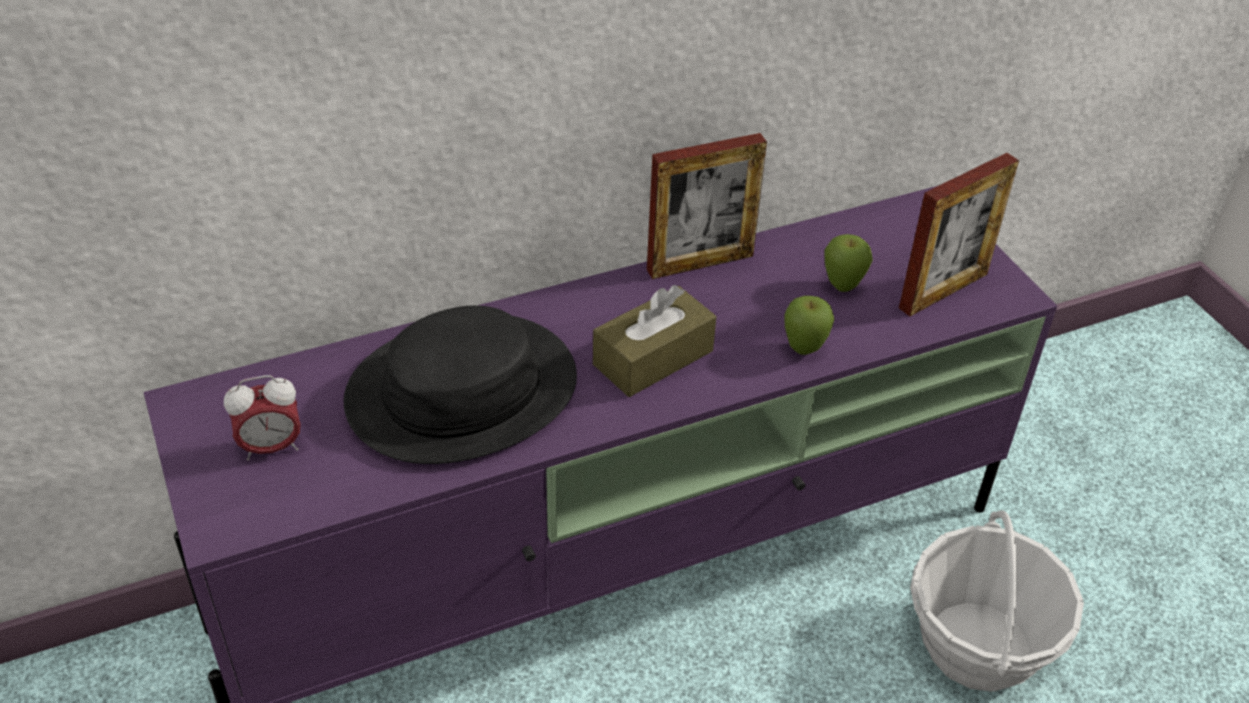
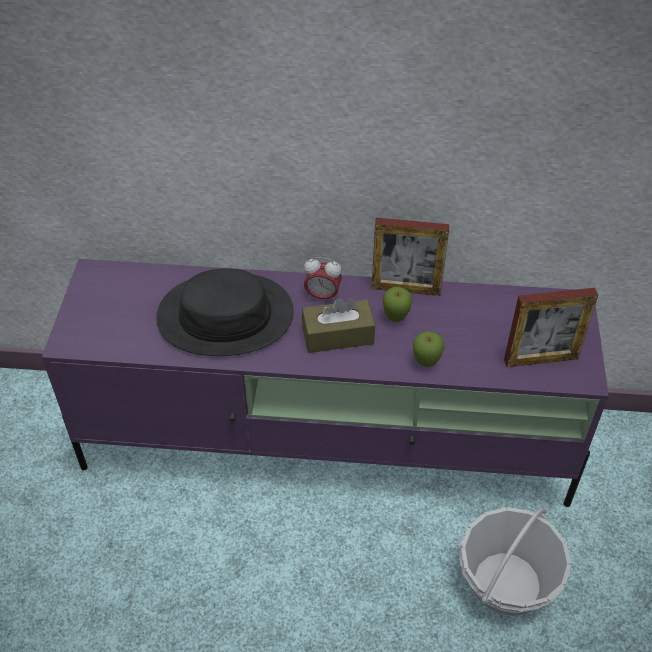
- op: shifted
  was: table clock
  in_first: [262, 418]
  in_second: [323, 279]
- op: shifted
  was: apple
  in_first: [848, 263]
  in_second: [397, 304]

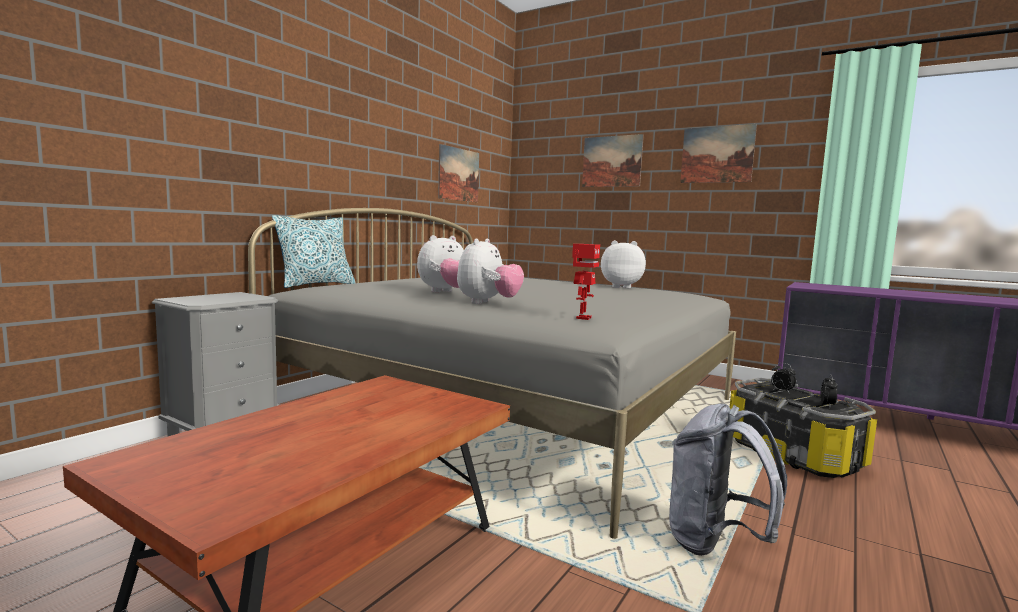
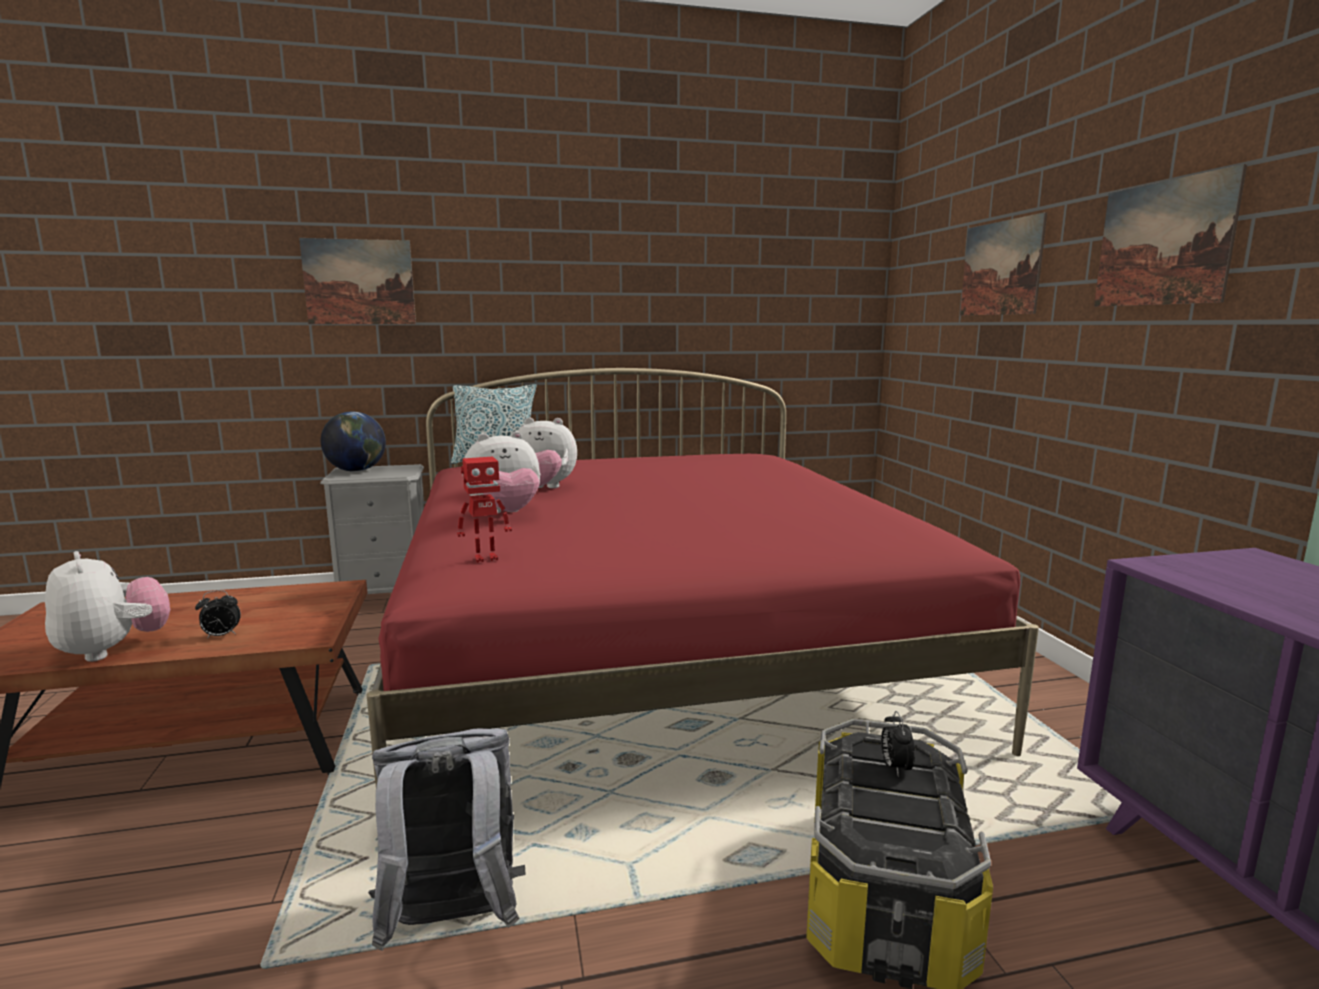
- op: repainted
  was: greyish bed
  now: red bed
  in_first: [492, 373]
  in_second: [702, 577]
- op: shifted
  was: picture
  in_first: [458, 173]
  in_second: [357, 281]
- op: shifted
  was: cuddly toy
  in_first: [623, 264]
  in_second: [107, 606]
- op: shifted
  was: table clock
  in_first: [829, 390]
  in_second: [218, 614]
- op: new
  now: globe
  in_second: [353, 442]

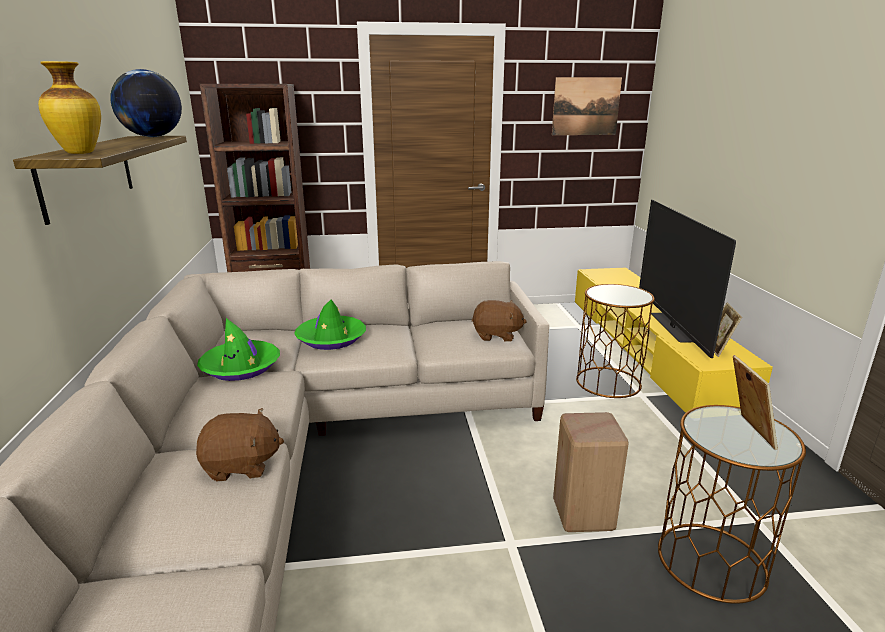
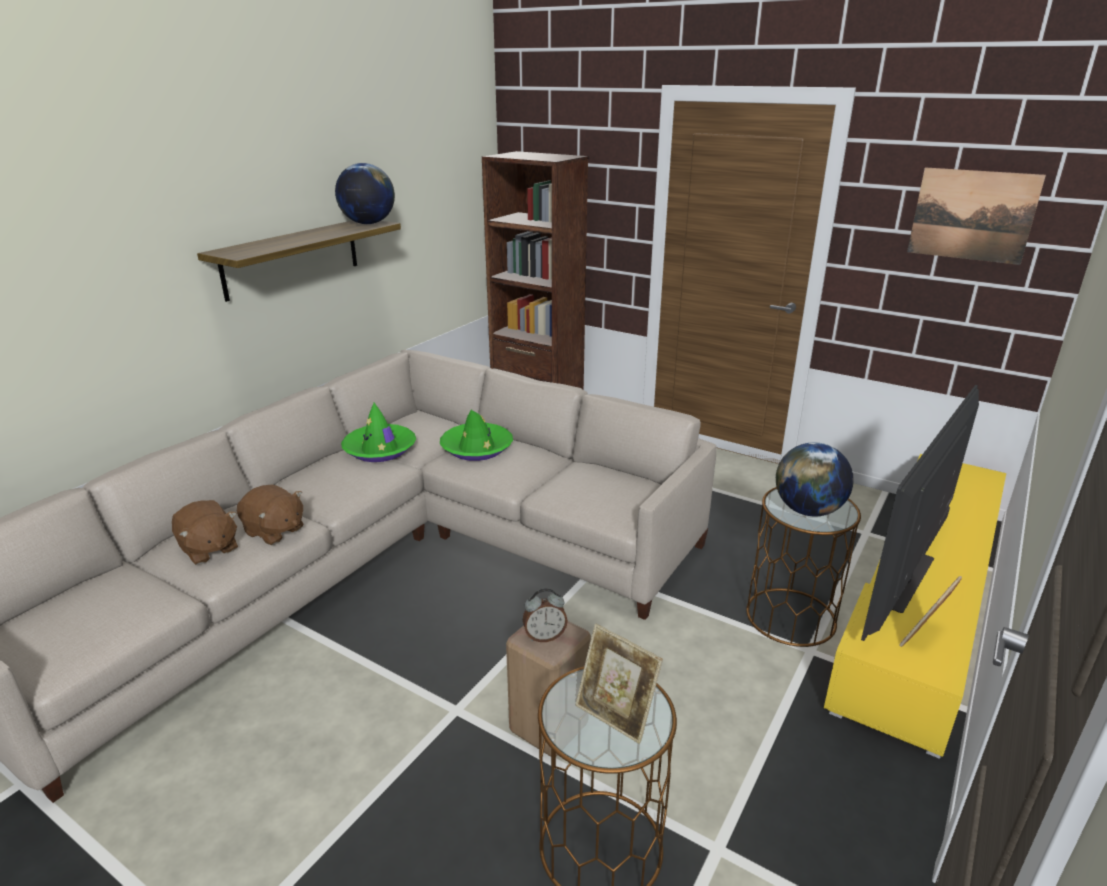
- op: gone
  was: vase
  in_first: [69, 107]
- op: shifted
  was: brown cuddly toy
  in_first: [499, 321]
  in_second: [205, 532]
- op: rotated
  was: photo frame
  in_first: [755, 402]
  in_second: [619, 684]
  clockwise: 90
- op: new
  now: table clock
  in_second: [545, 615]
- op: new
  now: globe
  in_second: [815, 479]

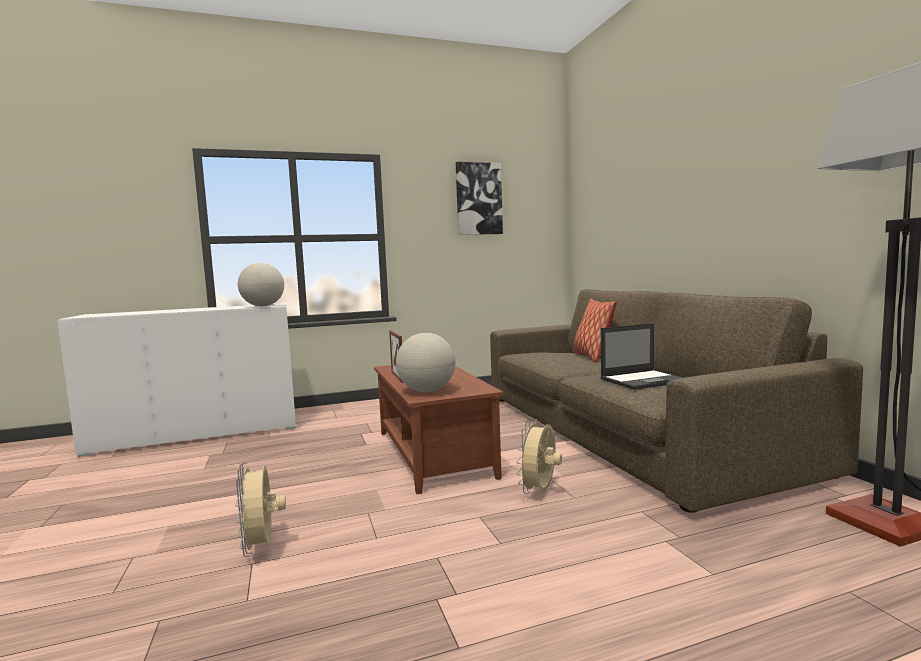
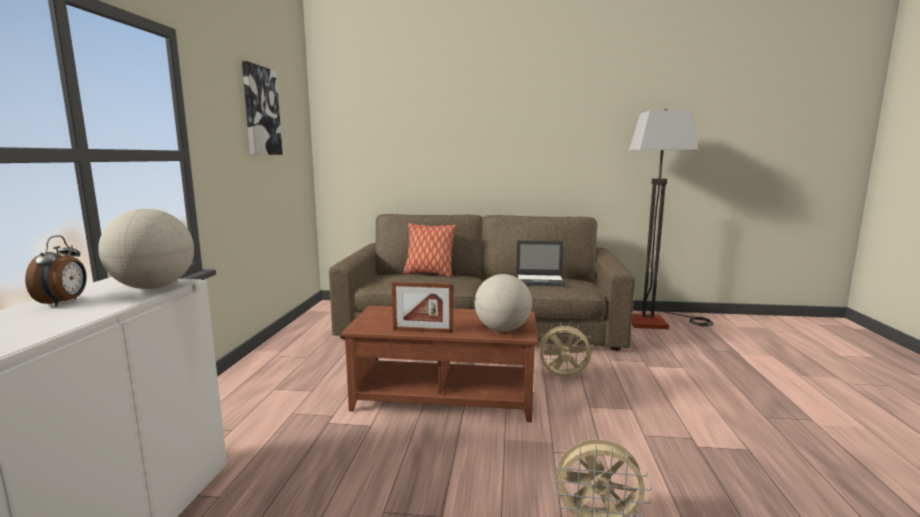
- op: rotated
  was: beige-coloured fan
  in_first: [539, 456]
  in_second: [564, 349]
  clockwise: 135
- op: rotated
  was: notebook computer
  in_first: [642, 356]
  in_second: [541, 263]
  clockwise: 90
- op: new
  now: table clock
  in_second: [56, 271]

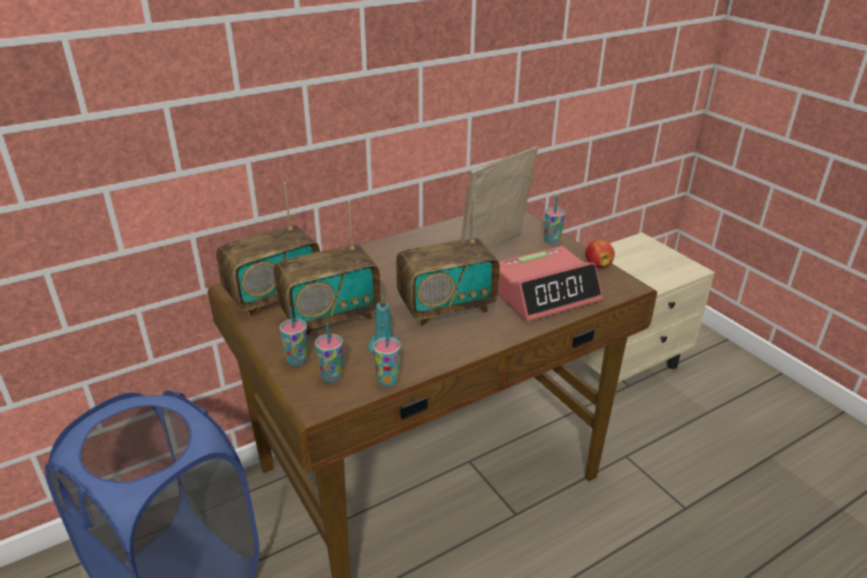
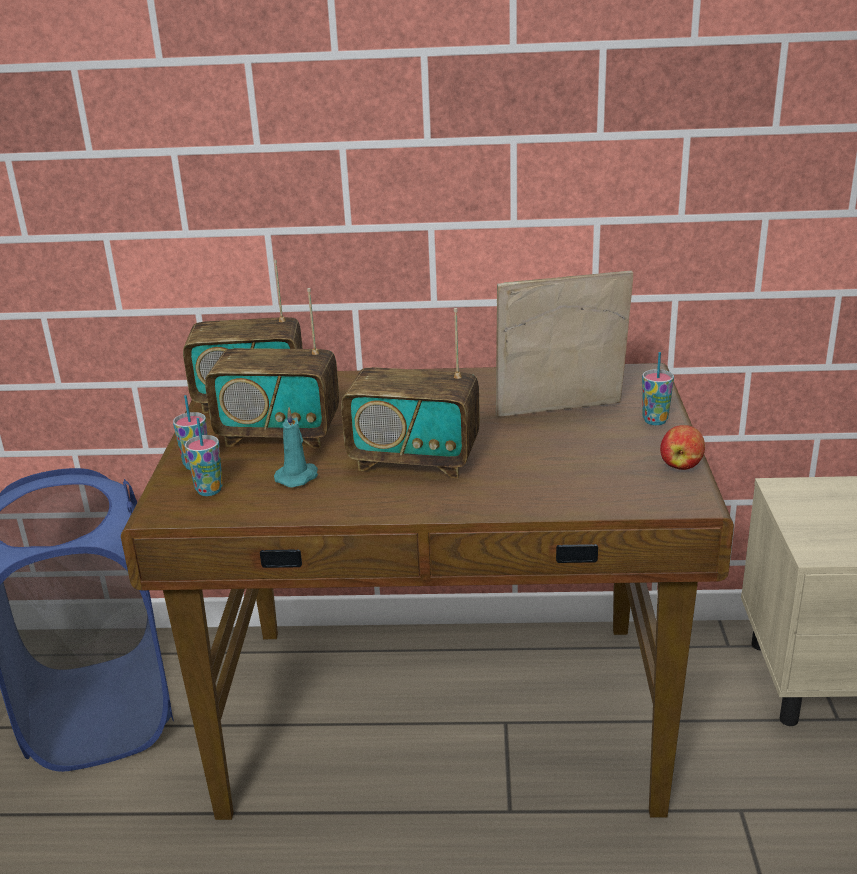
- op: gone
  was: cup
  in_first: [387, 356]
- op: gone
  was: table clock
  in_first: [550, 284]

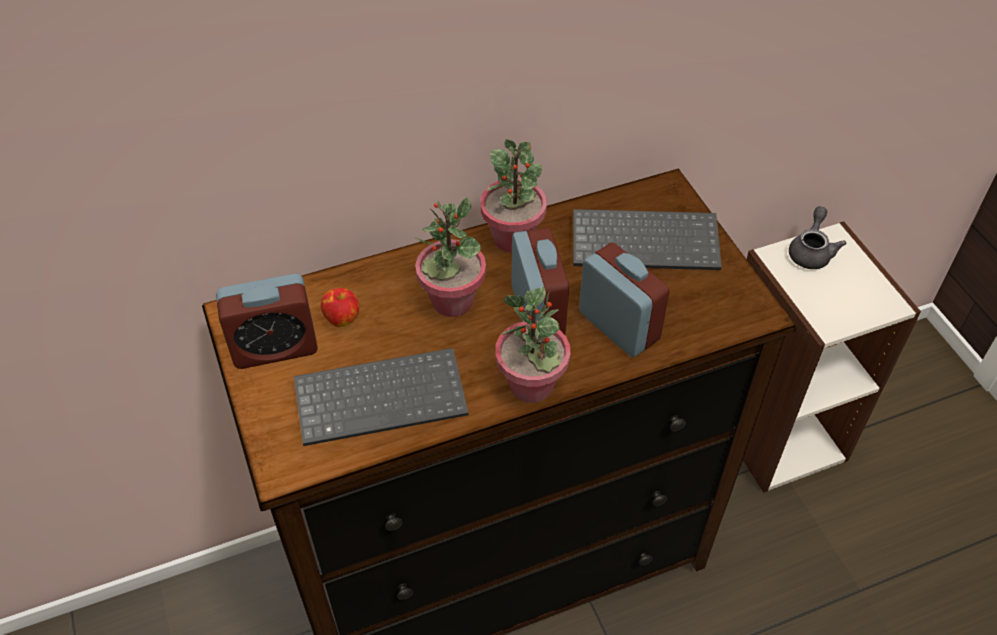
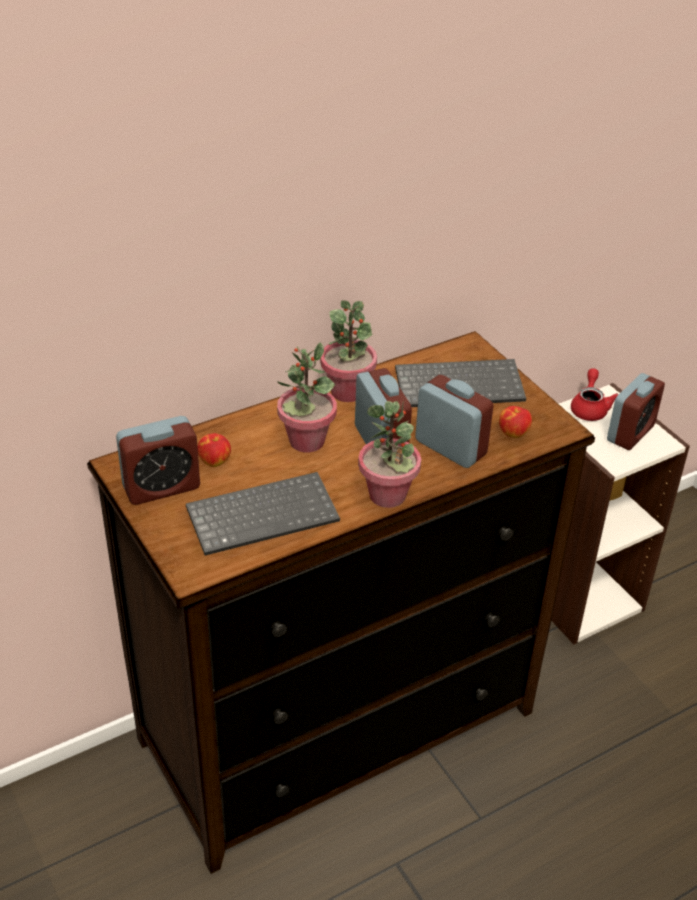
- op: repainted
  was: greyish teapot
  now: red teapot
  in_first: [818, 237]
  in_second: [594, 394]
- op: new
  now: apple
  in_second: [515, 422]
- op: new
  now: table clock
  in_second: [636, 411]

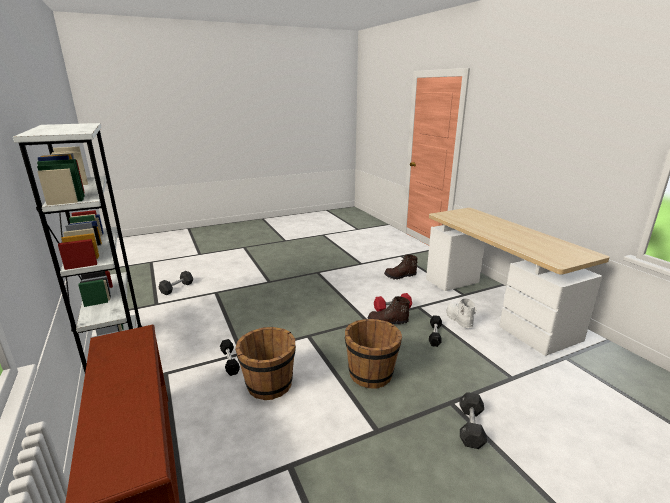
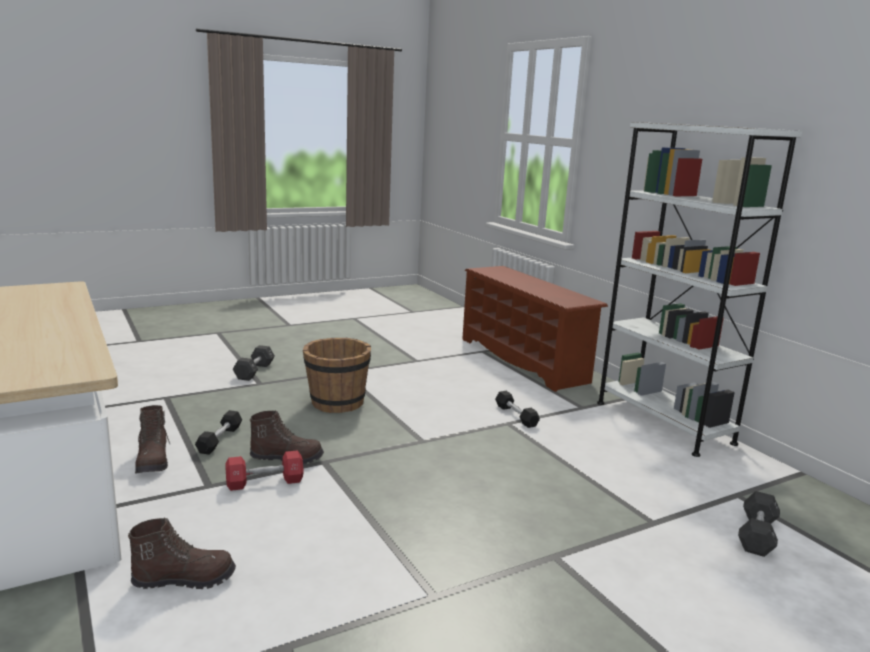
- op: gone
  was: brown water bucket
  in_first: [265, 363]
- op: repainted
  was: whitish tall boot
  now: brown tall boot
  in_first: [461, 313]
  in_second: [152, 439]

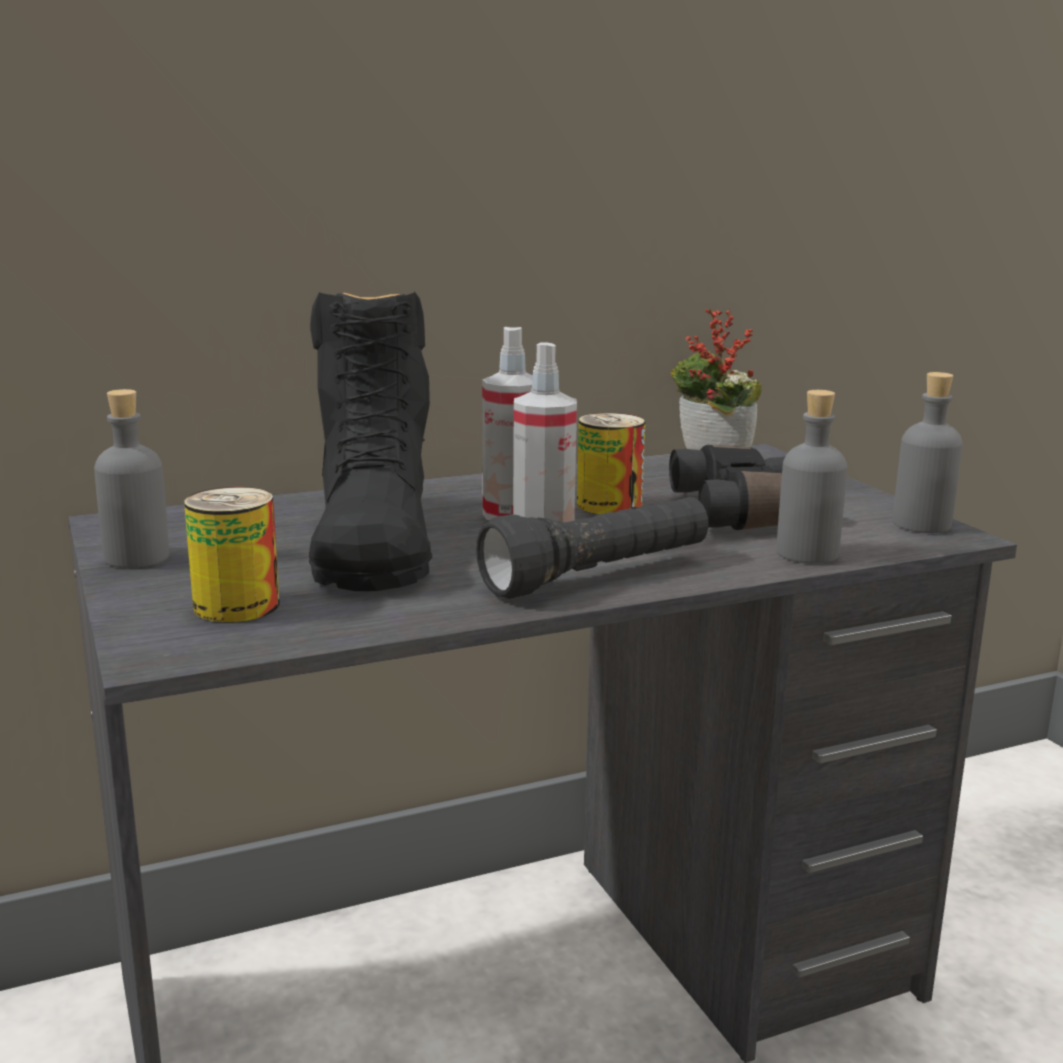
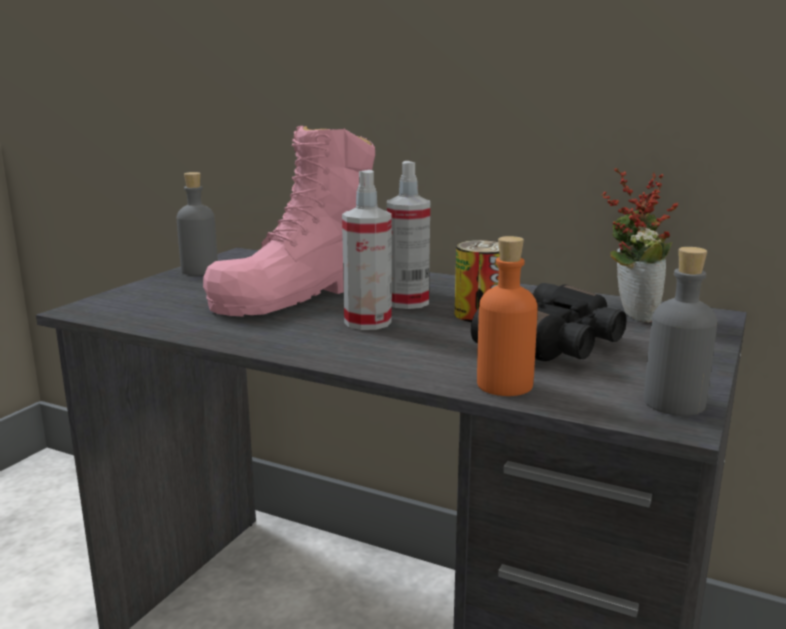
- op: gone
  was: can
  in_first: [232, 554]
- op: repainted
  was: blackish tall boot
  now: pinkish tall boot
  in_first: [370, 441]
  in_second: [289, 221]
- op: gone
  was: blackish flashlight
  in_first: [592, 548]
- op: repainted
  was: greyish beverage bottle
  now: orange beverage bottle
  in_first: [812, 477]
  in_second: [507, 316]

